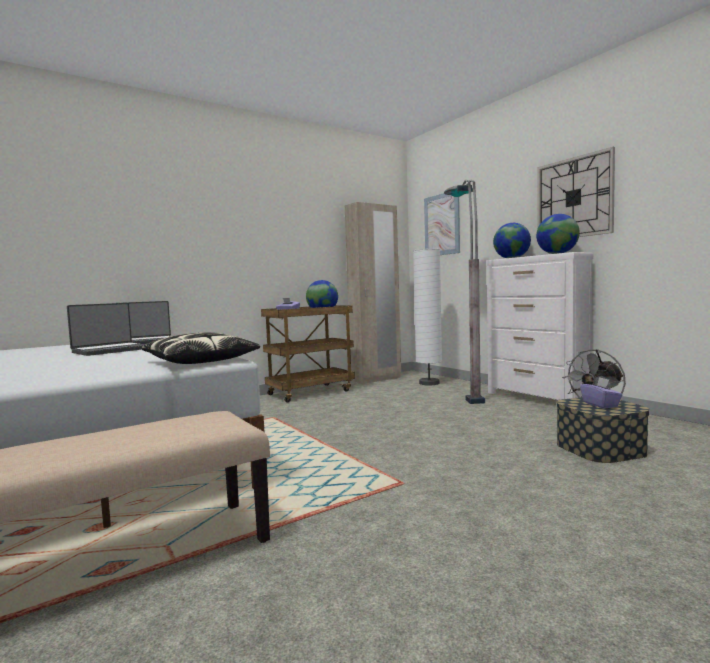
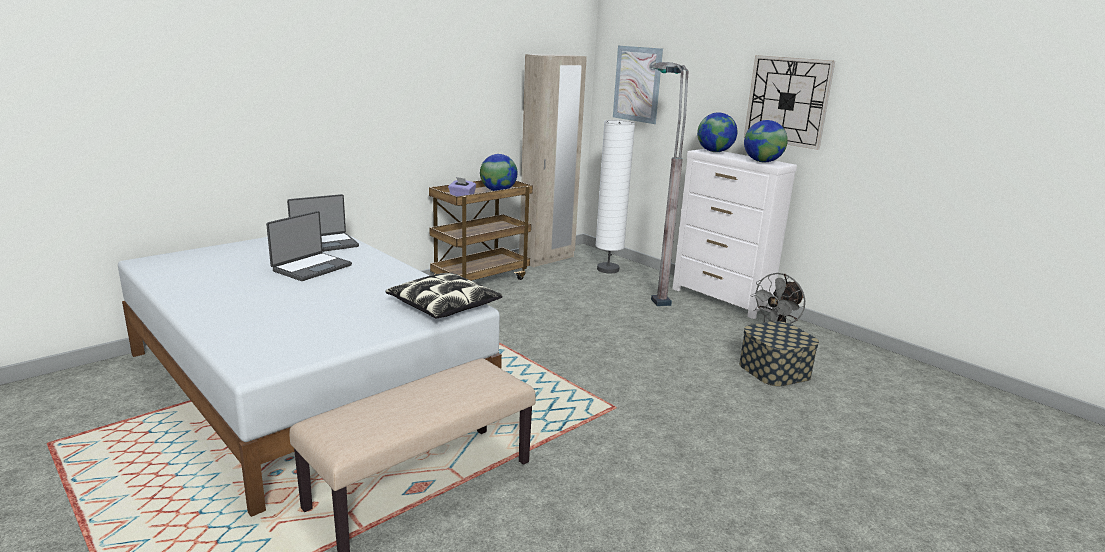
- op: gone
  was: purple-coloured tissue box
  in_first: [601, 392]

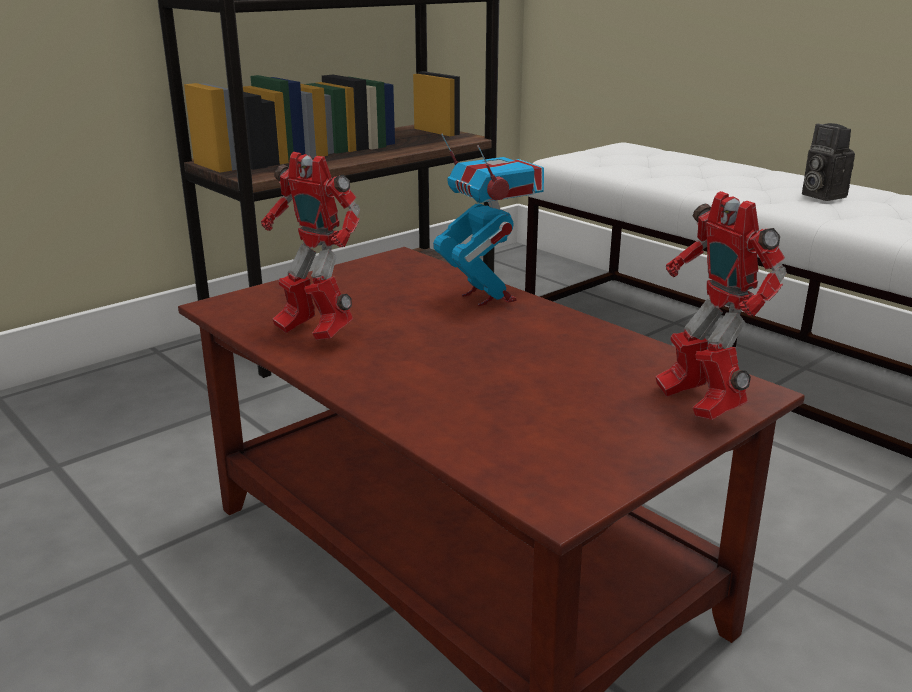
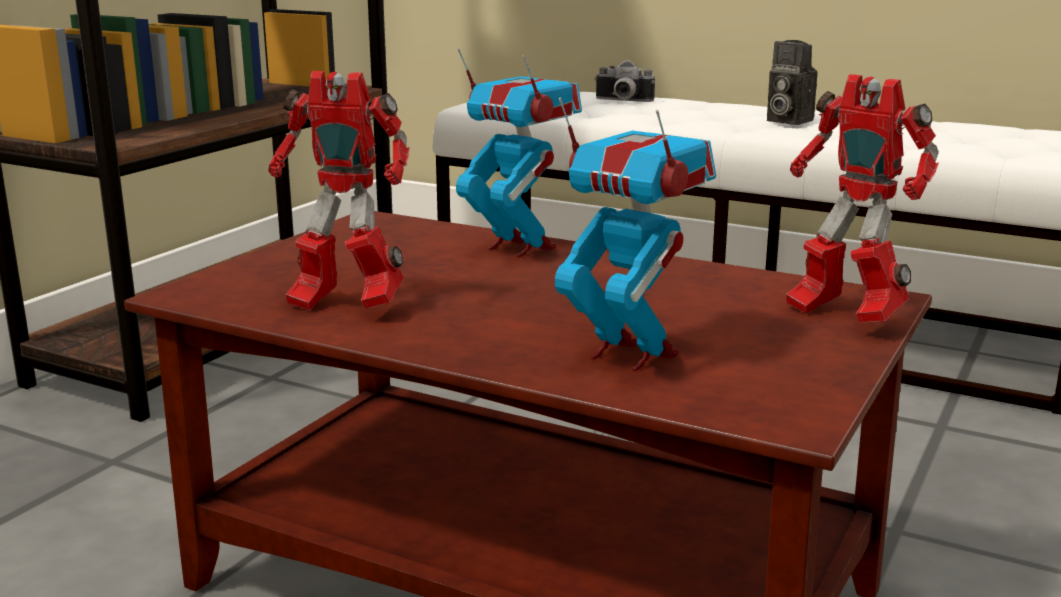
- op: new
  now: toy robot
  in_second: [635, 234]
- op: new
  now: photo camera
  in_second: [625, 81]

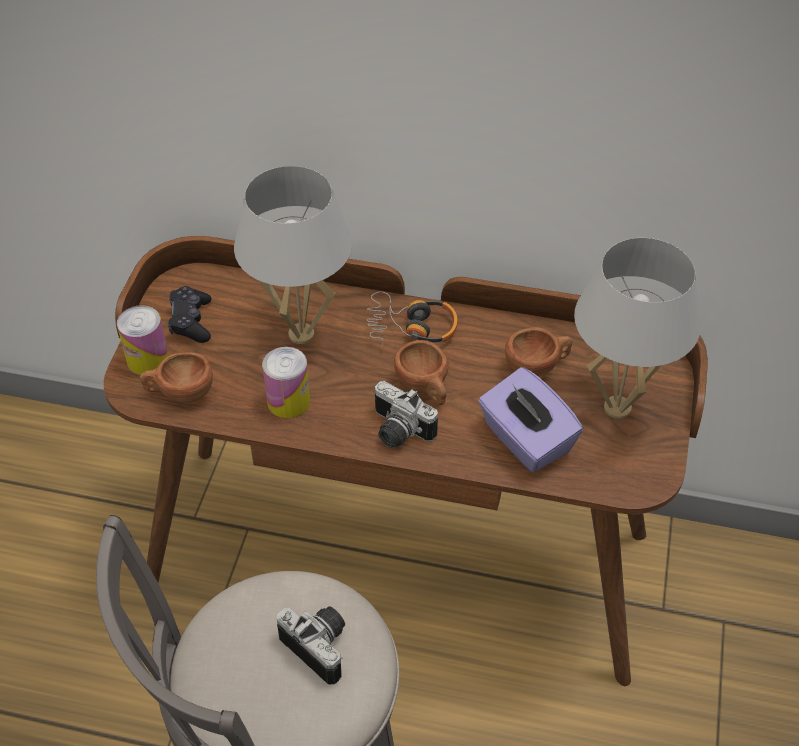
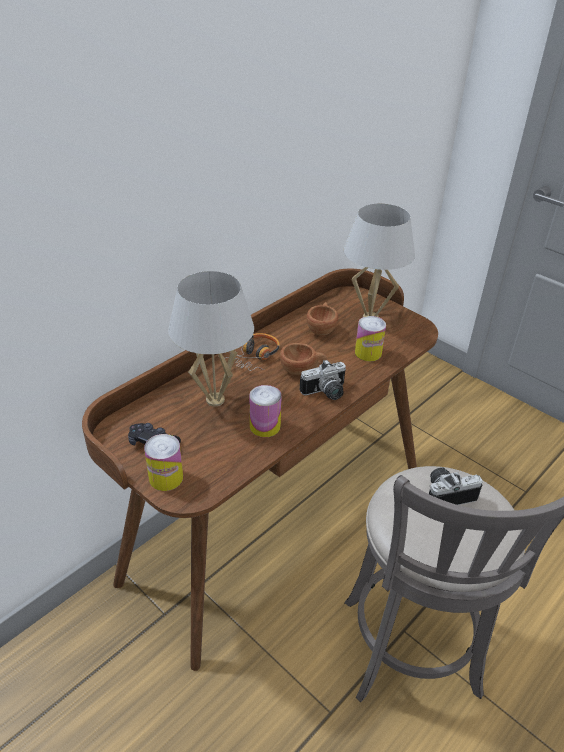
- op: gone
  was: brown cup
  in_first: [176, 377]
- op: swapped
  was: purple-coloured tissue box
  now: can
  in_first: [530, 420]
  in_second: [370, 338]

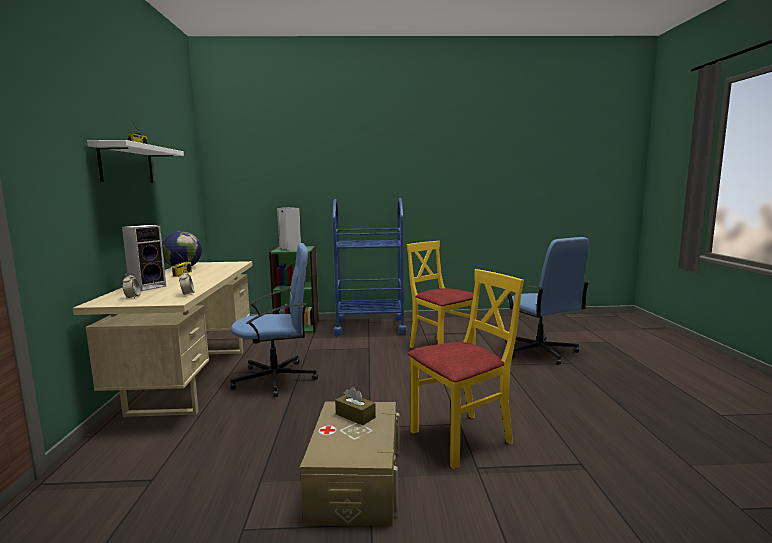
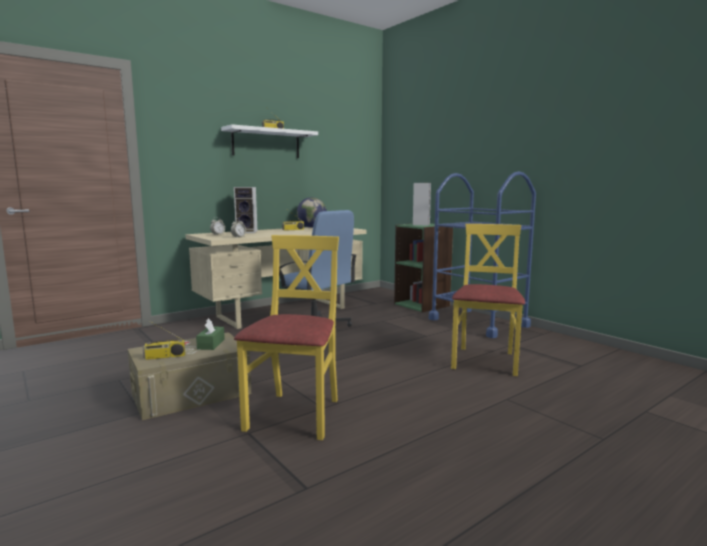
- op: repainted
  was: brown tissue box
  now: green tissue box
  in_first: [355, 406]
  in_second: [210, 334]
- op: rotated
  was: yellow-coloured upright chair
  in_first: [466, 369]
  in_second: [286, 337]
  clockwise: -105
- op: gone
  was: blue-coloured computer chair
  in_first: [547, 301]
- op: new
  now: radio
  in_second: [164, 341]

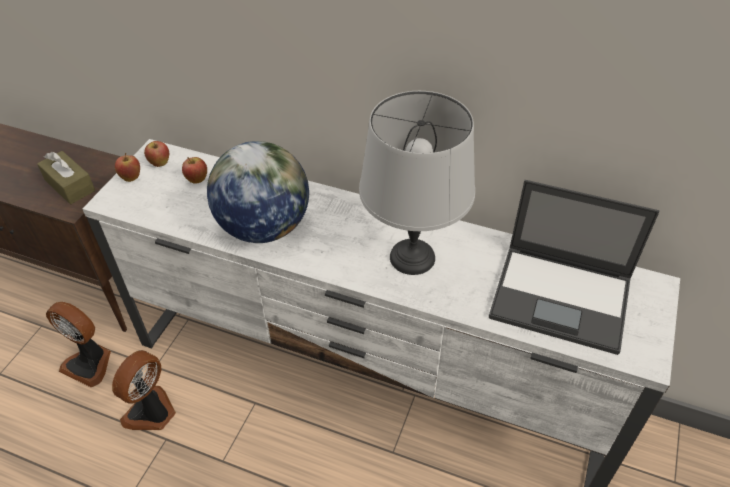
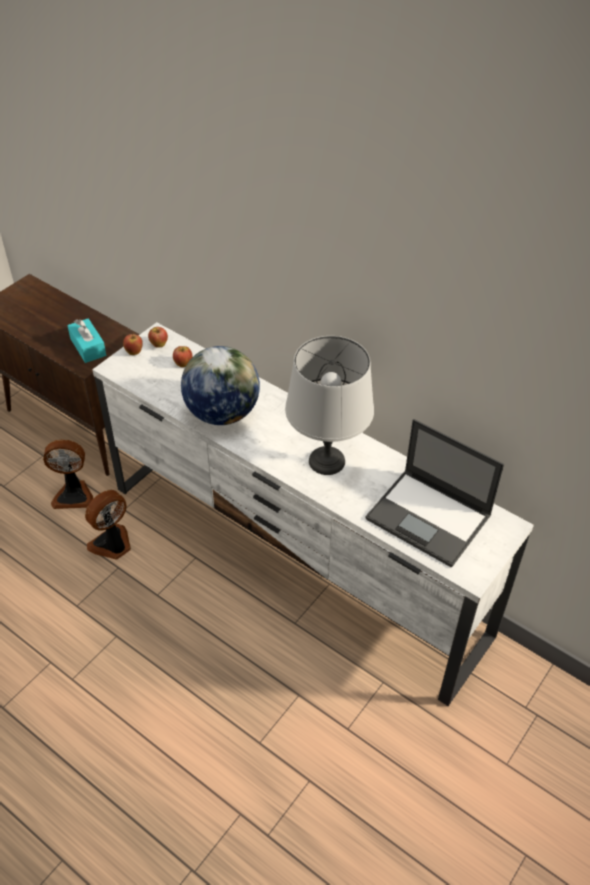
- op: repainted
  was: brown tissue box
  now: turquoise-coloured tissue box
  in_first: [66, 177]
  in_second: [86, 340]
- op: rotated
  was: fan
  in_first: [78, 344]
  in_second: [68, 474]
  clockwise: -45

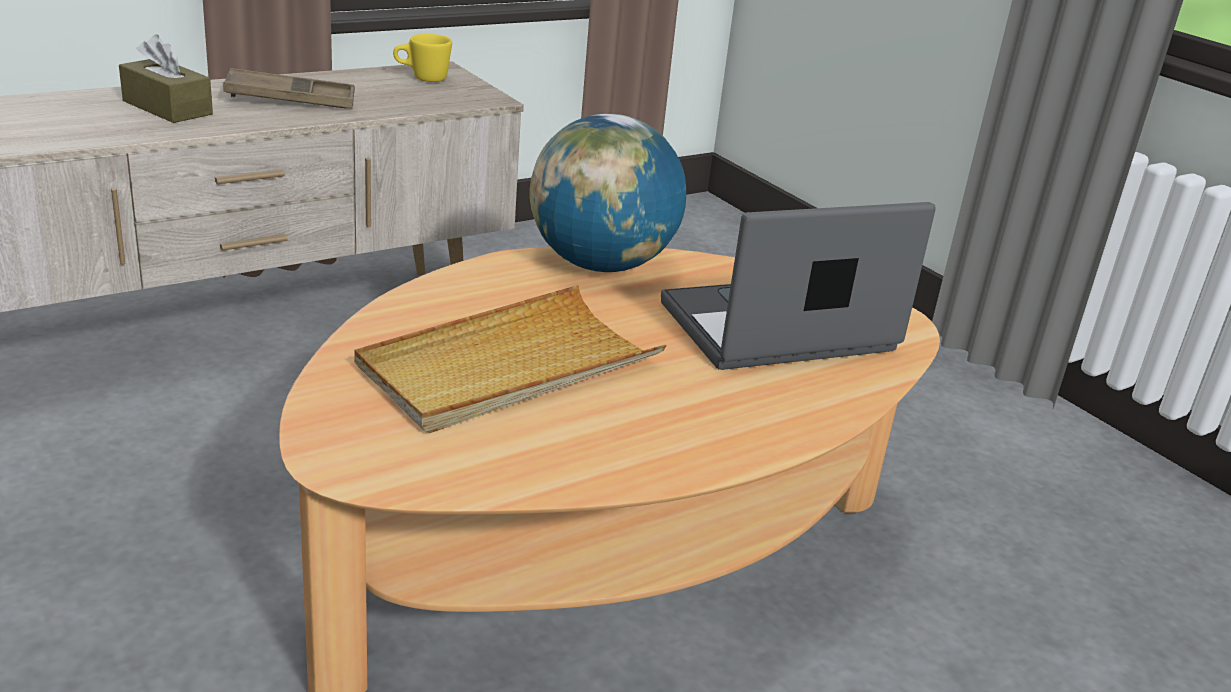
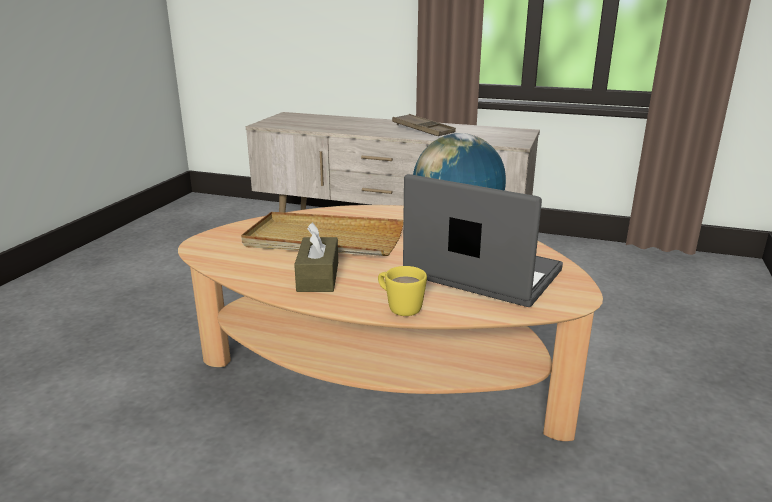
- op: shifted
  was: brown tissue box
  in_first: [166, 78]
  in_second: [316, 257]
- op: shifted
  was: yellow-coloured coffee mug
  in_first: [422, 58]
  in_second: [402, 291]

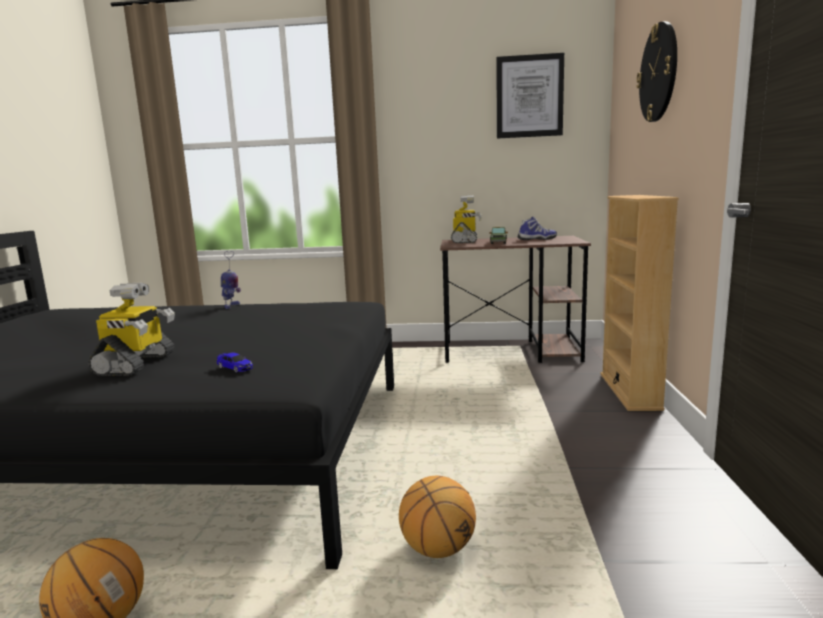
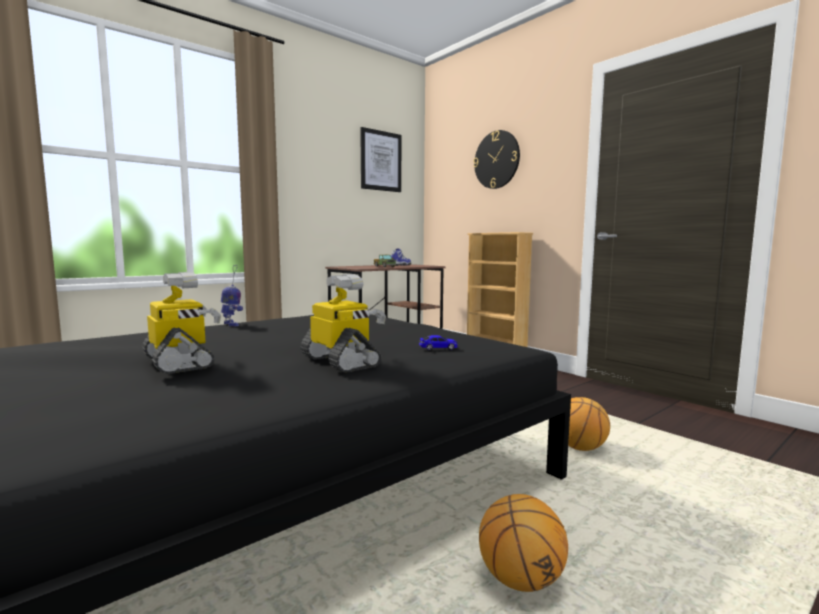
- op: shifted
  was: toy robot
  in_first: [466, 219]
  in_second: [181, 323]

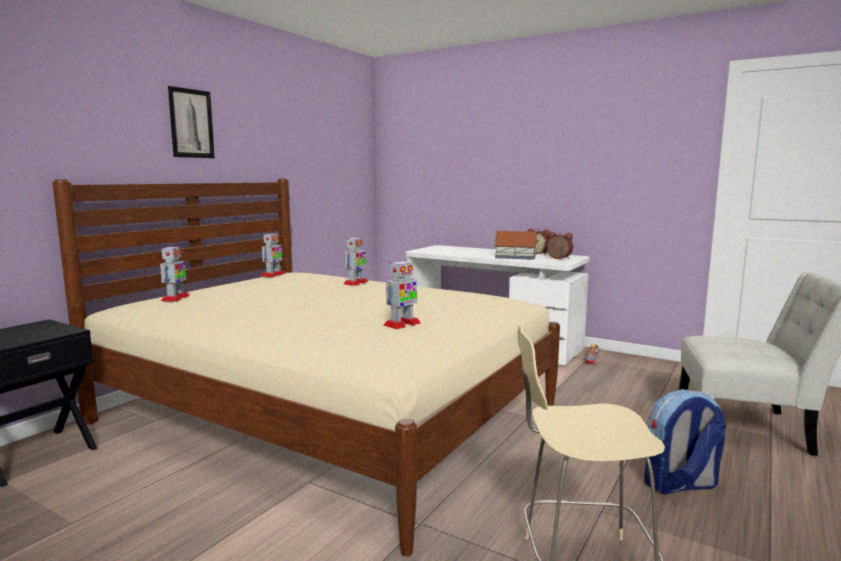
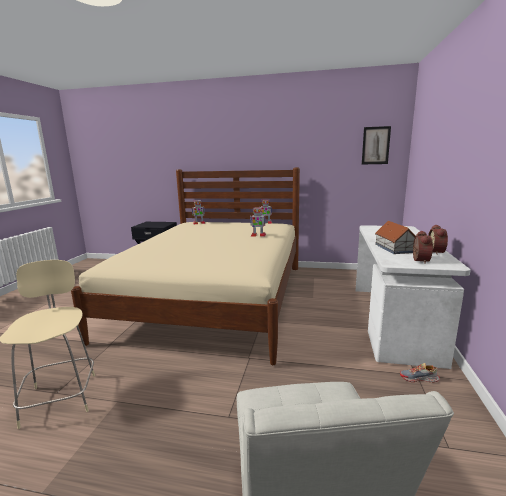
- op: shifted
  was: picture
  in_first: [191, 122]
  in_second: [376, 145]
- op: gone
  was: toy robot
  in_first: [402, 294]
- op: gone
  was: backpack
  in_first: [685, 441]

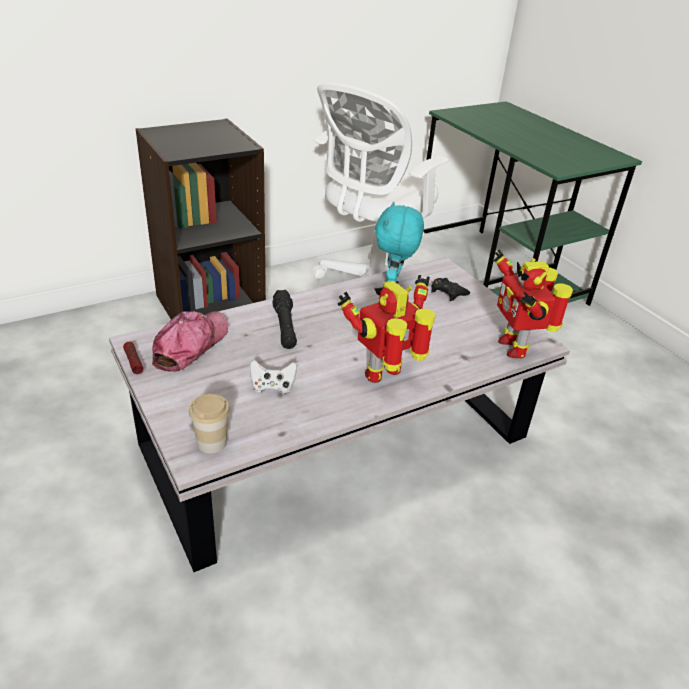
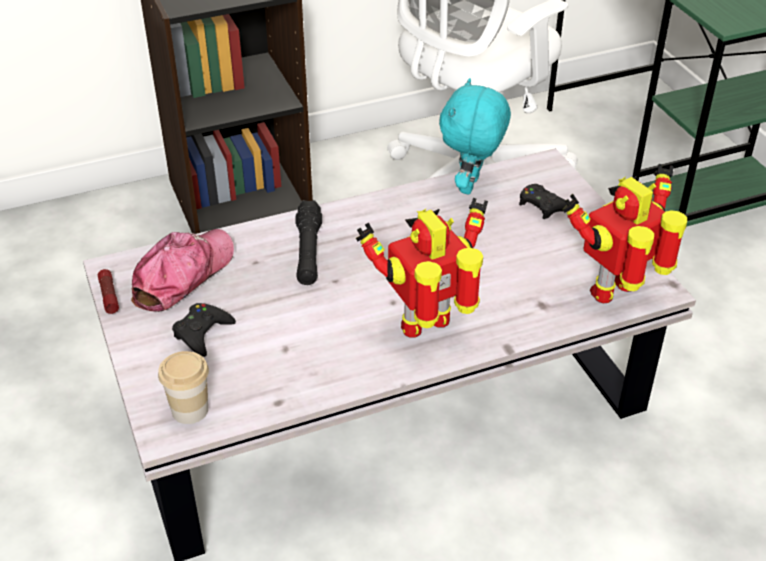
- op: gone
  was: whitish gamepad
  in_first: [273, 376]
- op: rotated
  was: toy robot
  in_first: [533, 304]
  in_second: [624, 233]
  clockwise: 60
- op: new
  now: blackish gamepad
  in_second: [204, 330]

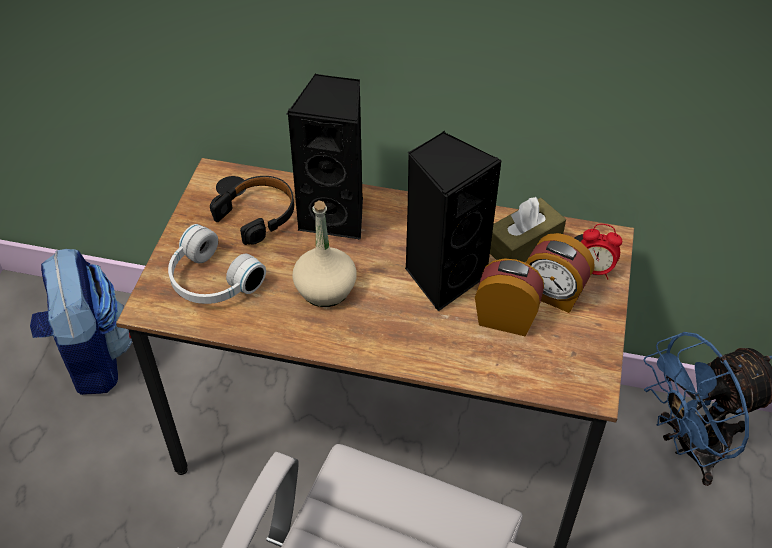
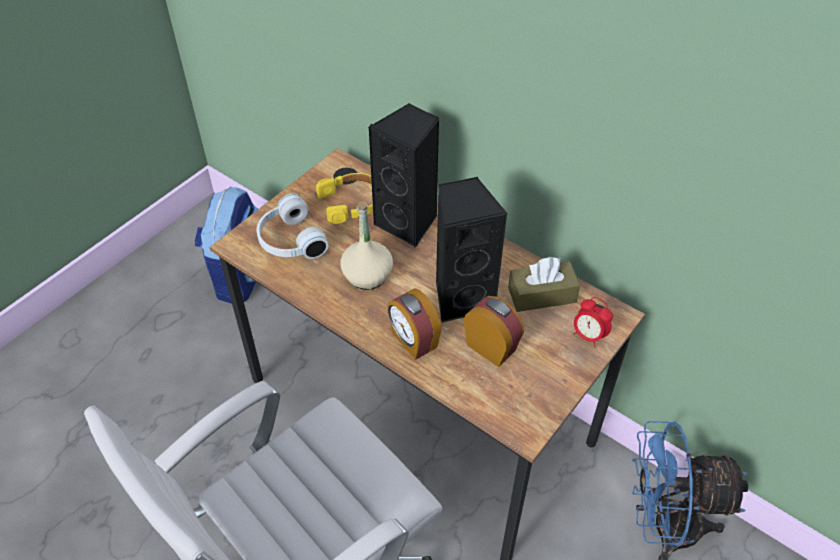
- op: repainted
  was: blackish pair of headphones
  now: yellow-coloured pair of headphones
  in_first: [252, 210]
  in_second: [344, 198]
- op: shifted
  was: table clock
  in_first: [560, 273]
  in_second: [414, 324]

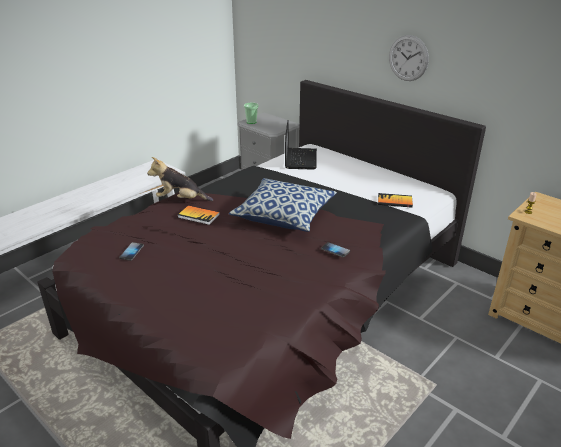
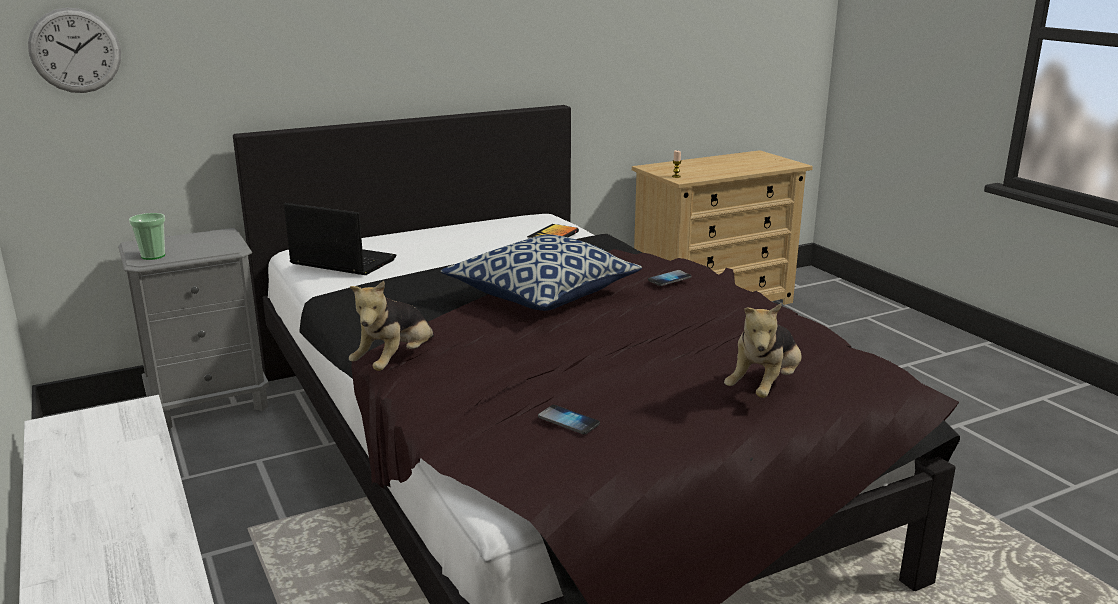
- op: gone
  was: bound book
  in_first: [199, 215]
- op: shifted
  was: clock on the wall
  in_first: [409, 58]
  in_second: [74, 50]
- op: new
  now: cuddly toy
  in_second: [763, 350]

